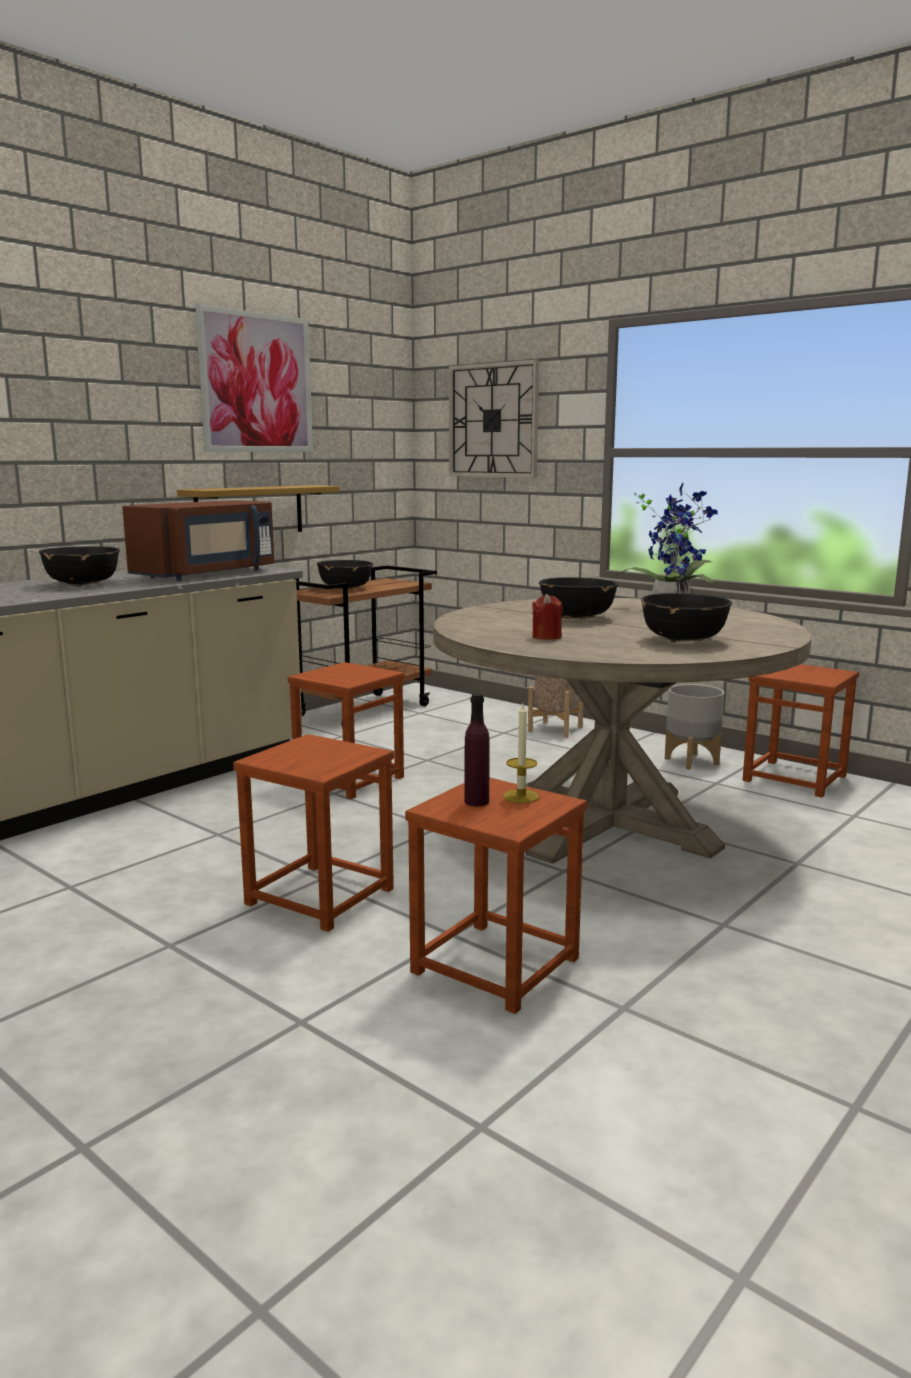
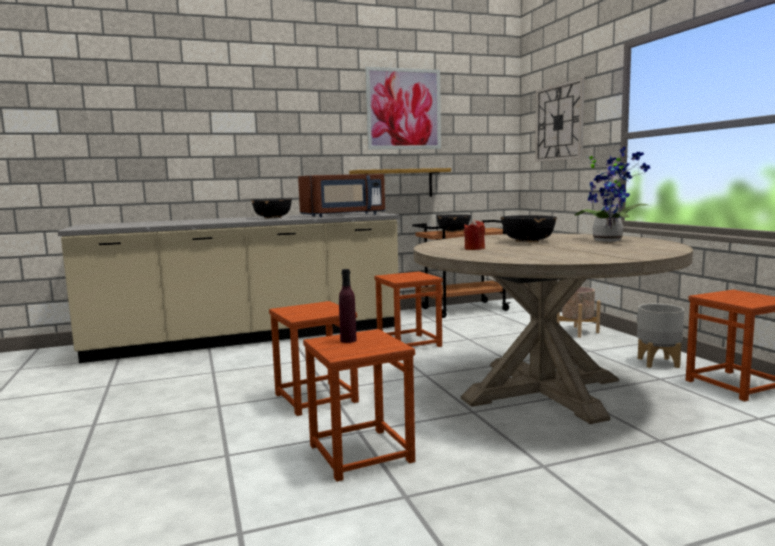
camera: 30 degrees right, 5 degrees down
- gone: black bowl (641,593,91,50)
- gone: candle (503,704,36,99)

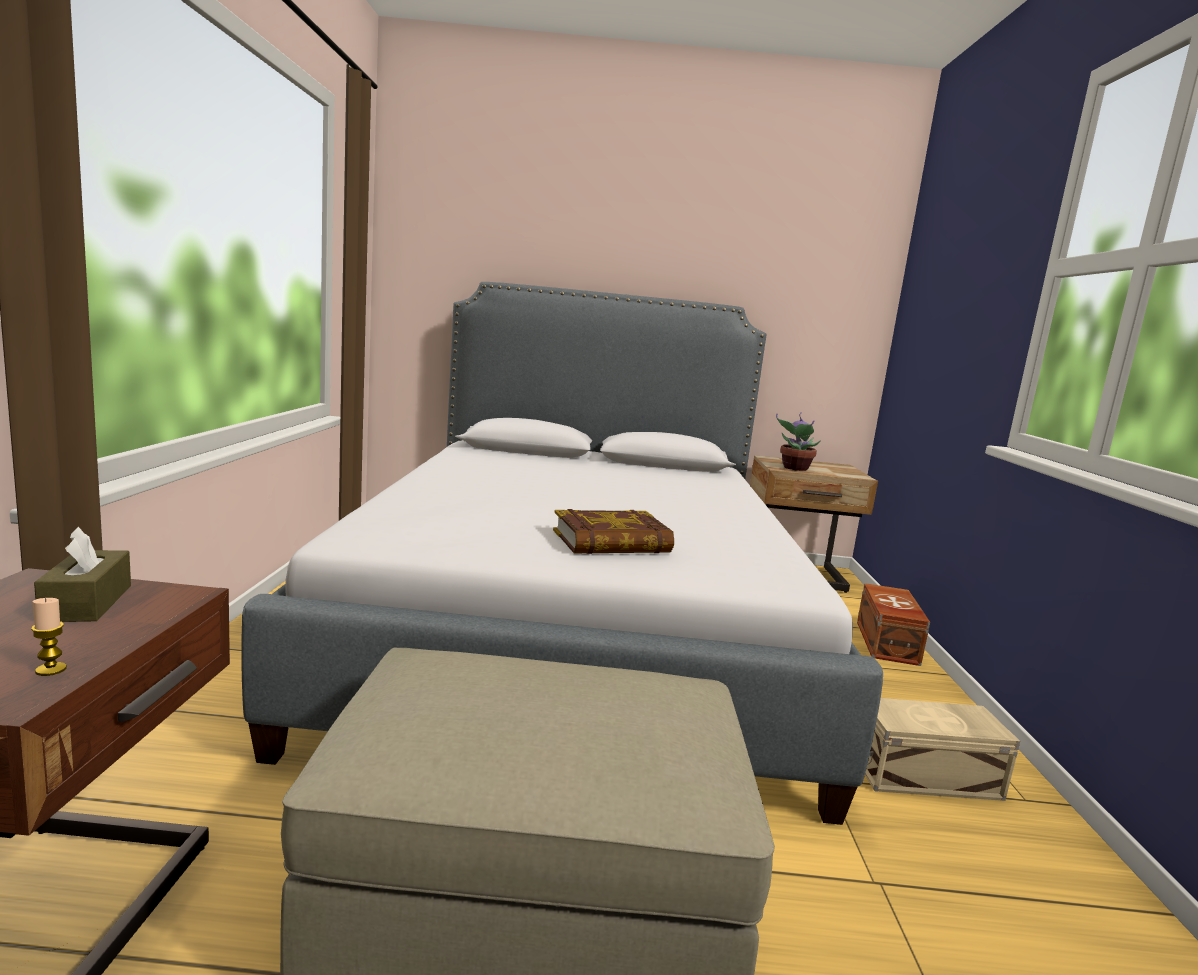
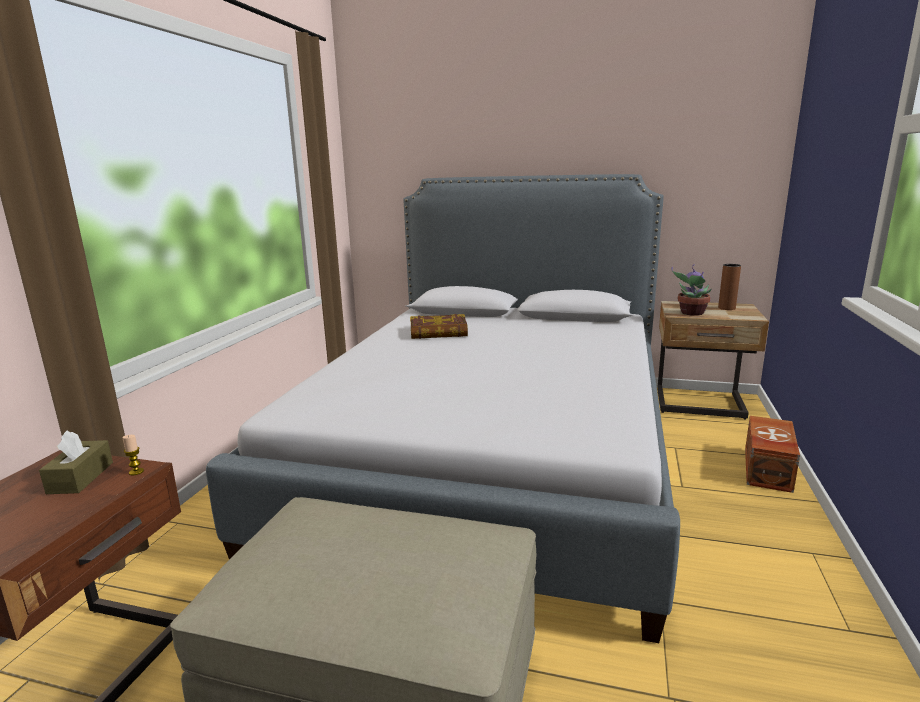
camera: 15 degrees right, 5 degrees up
- shifted: book (553,509,121,45) to (410,314,58,25)
- shifted: candle (31,598,36,78) to (122,435,22,40)
- gone: beige storage box (865,698,155,103)
- new: brown vase (718,264,23,46)

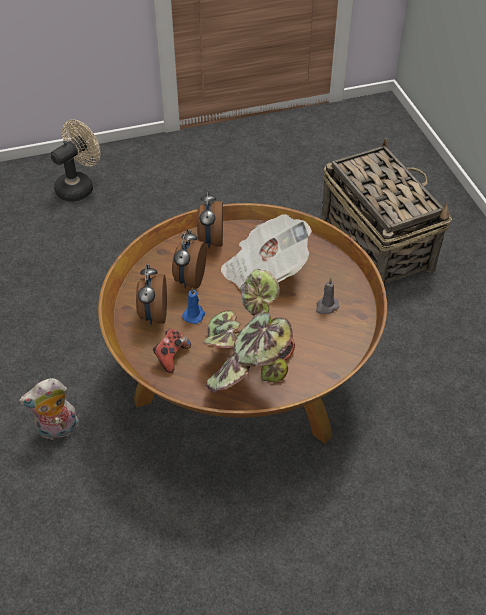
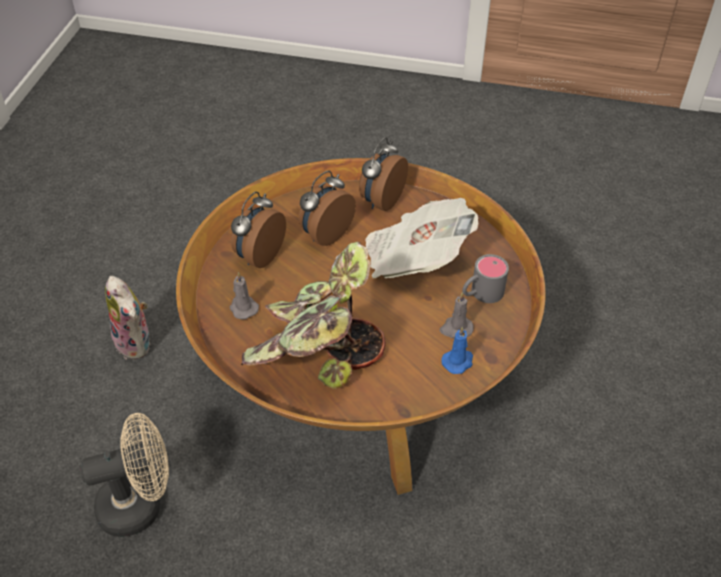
camera: 30 degrees right, 0 degrees up
- shifted: beige fan (51,119,50,83) to (80,413,89,124)
- gone: basket (321,138,131,146)
- shifted: blue candle (182,287,23,37) to (442,326,31,48)
- swapped: game controller (153,329,38,44) to grey candle (229,272,30,47)
- rotated: plush toy (19,378,60,62) = (105,276,45,83) 135 degrees counterclockwise
- new: grey mug (462,254,47,49)

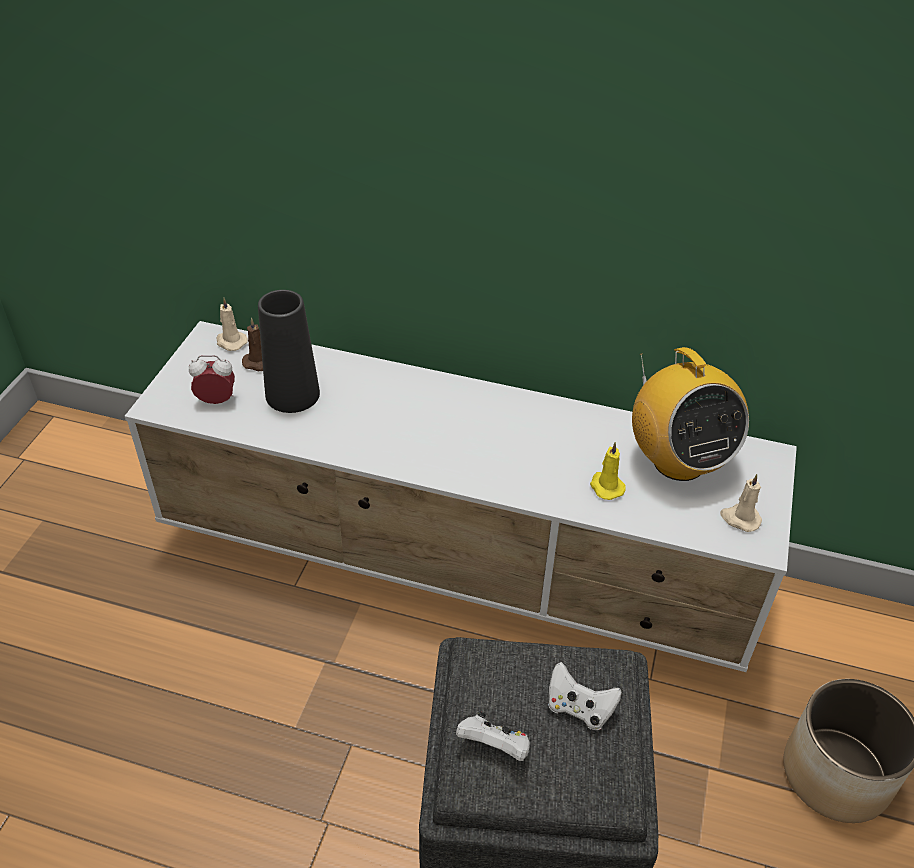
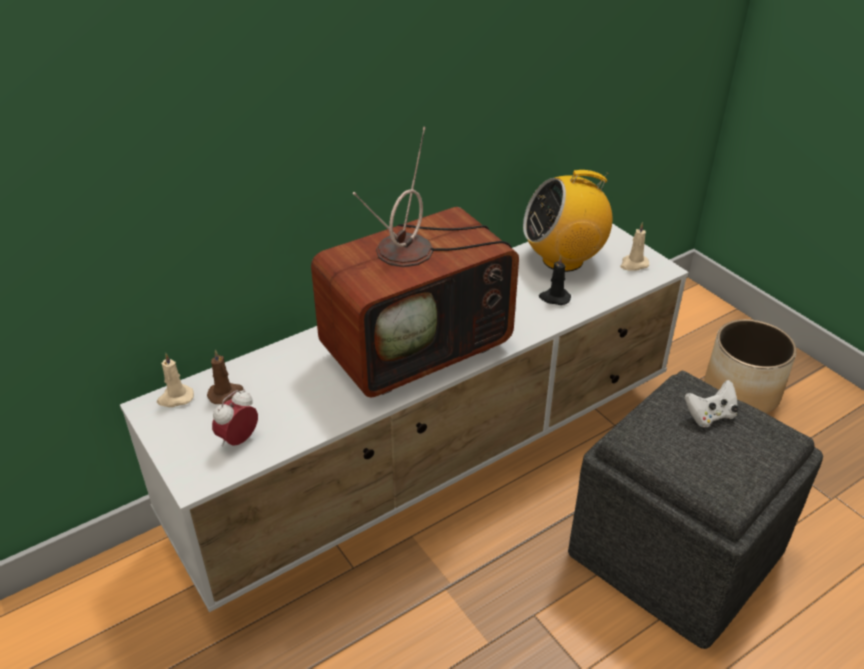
camera: 50 degrees left, 5 degrees down
- gone: black vase (258,290,62,123)
- rotated: radio (632,347,117,134) = (523,170,89,102) 150 degrees clockwise
- repainted: yellow candle (590,442,36,58) to black candle (539,255,32,50)
- gone: white game controller (456,711,74,50)
- new: television (311,127,208,271)

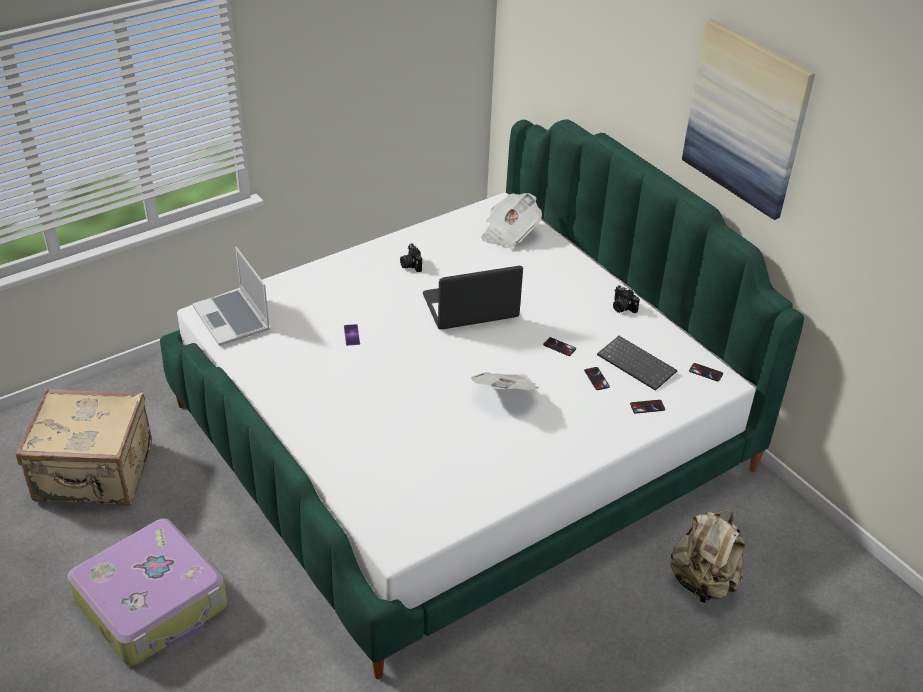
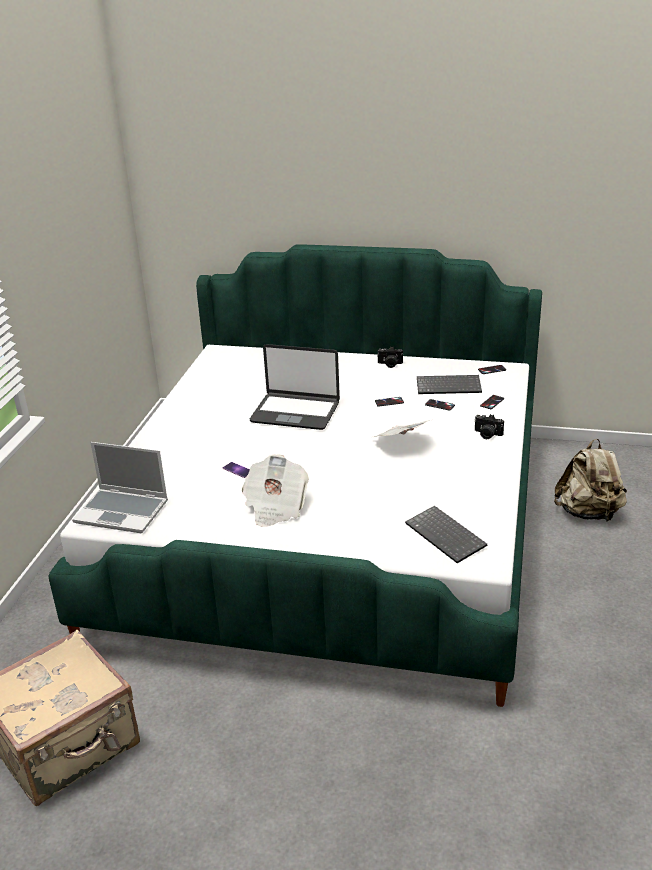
camera: 40 degrees left, 10 degrees down
- gone: picture (682,19,133,201)
- shifted: newspaper (481,193,61,55) to (242,454,67,73)
- shifted: photo camera (400,243,22,29) to (474,414,30,25)
- rotated: laptop (423,266,100,64) = (250,344,90,86) 105 degrees counterclockwise
- gone: suitcase (67,519,160,147)
- new: keyboard (405,506,82,57)

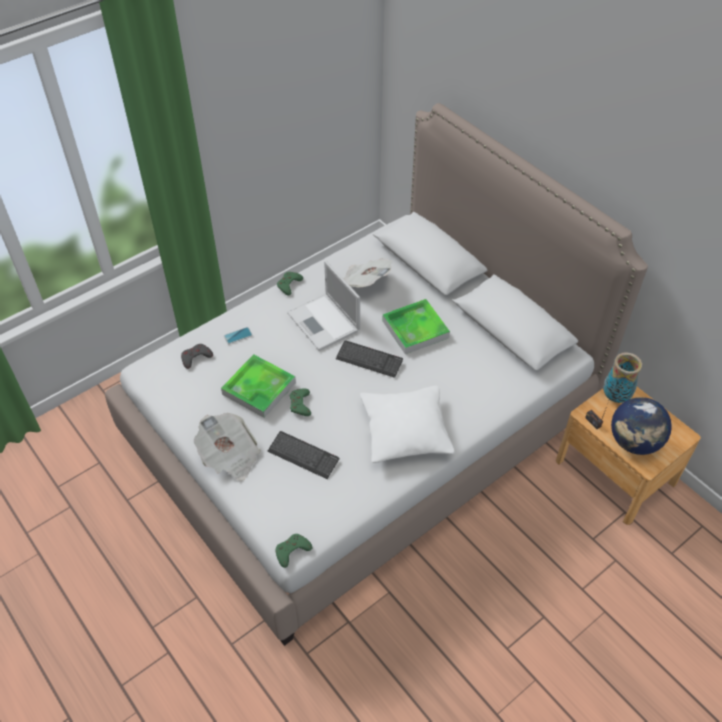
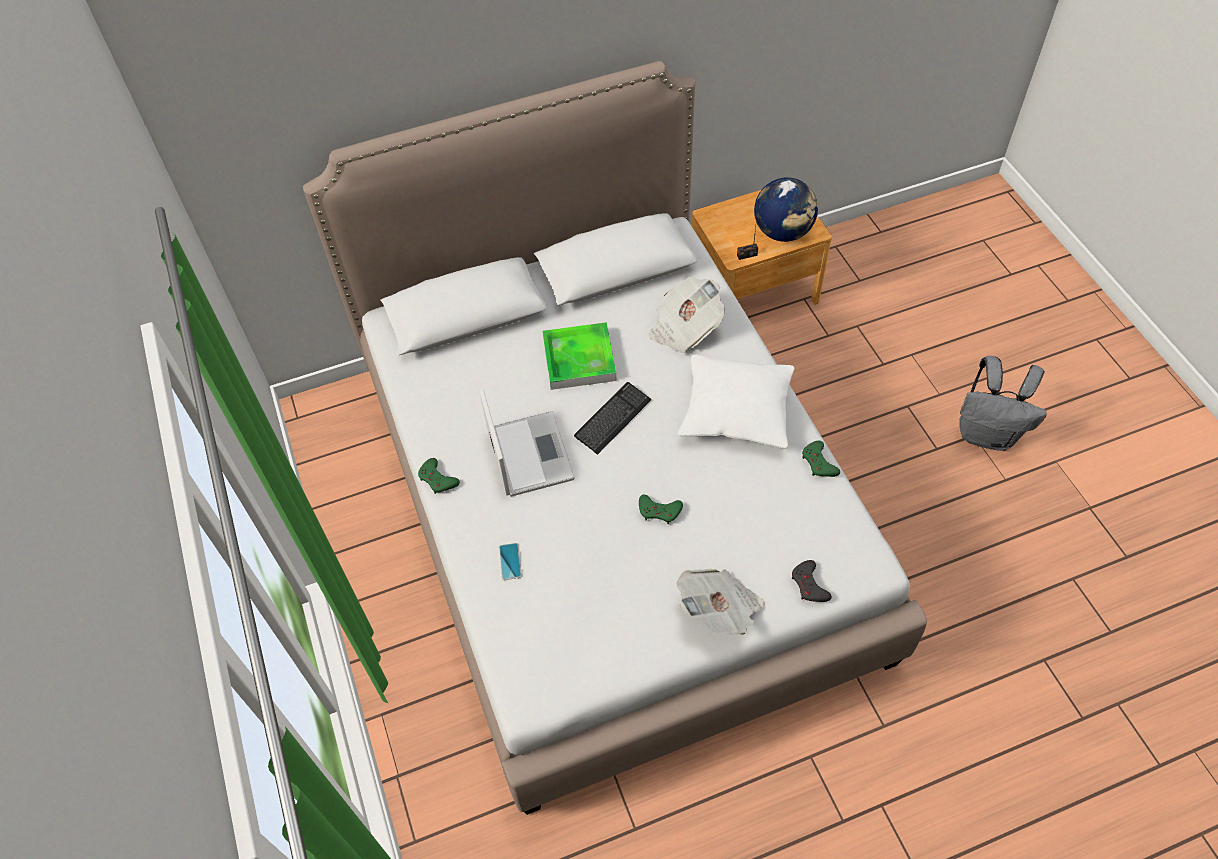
camera: 70 degrees left, 5 degrees up
- shifted: newspaper (344,258,49,29) to (649,277,76,76)
- rotated: laptop (287,261,73,90) = (479,388,96,109) 90 degrees counterclockwise
- shifted: grey game controller (181,344,32,25) to (792,560,40,42)
- gone: vase (603,352,39,51)
- gone: tray (221,354,75,64)
- gone: keyboard (268,431,71,48)
- shifted: green game controller (275,534,37,34) to (802,441,38,36)
- new: grey backpack (959,356,88,95)

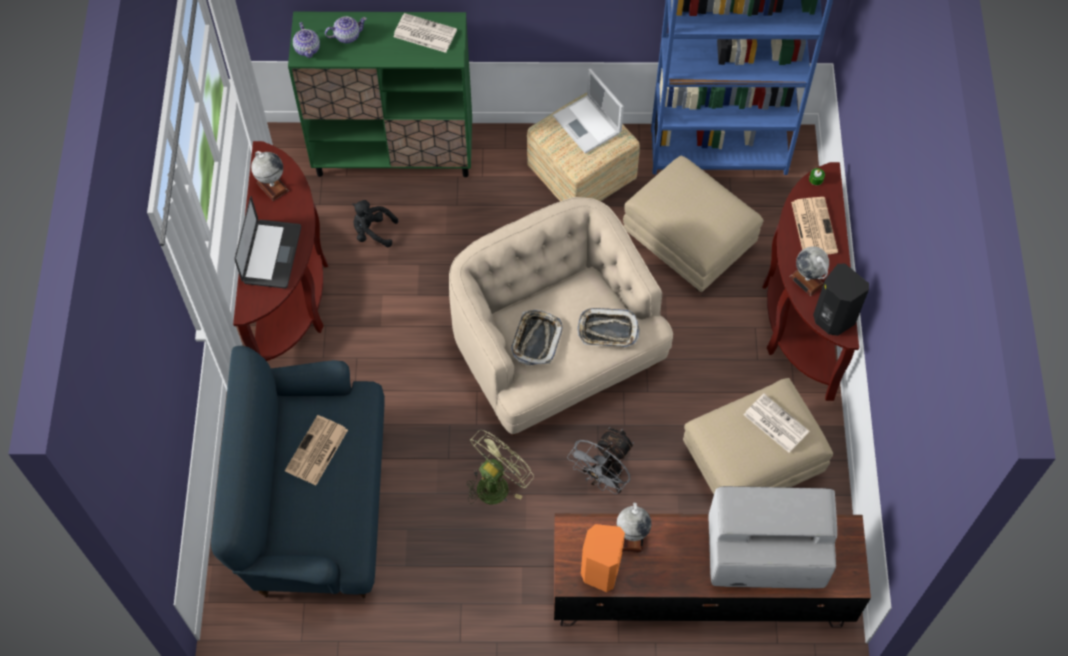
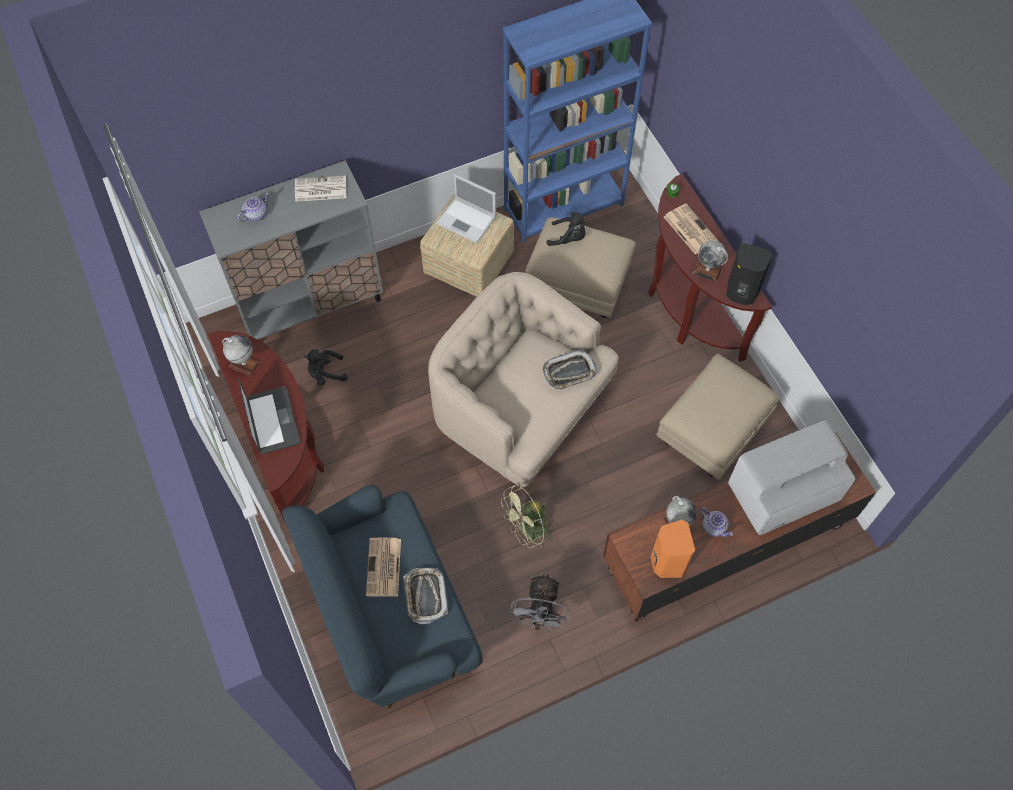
camera: 25 degrees left, 0 degrees up
- repainted: green cabinet (288,12,184,165) to grey cabinet (199,160,184,180)
- shifted: teapot (293,22,27,36) to (700,507,33,30)
- shifted: tray (511,310,52,55) to (403,568,45,56)
- gone: newspaper (744,394,65,59)
- shifted: grey fan (567,427,67,67) to (509,574,62,58)
- rotated: green fan (467,430,67,75) = (501,485,56,63) 135 degrees counterclockwise
- new: black plush toy (547,212,39,34)

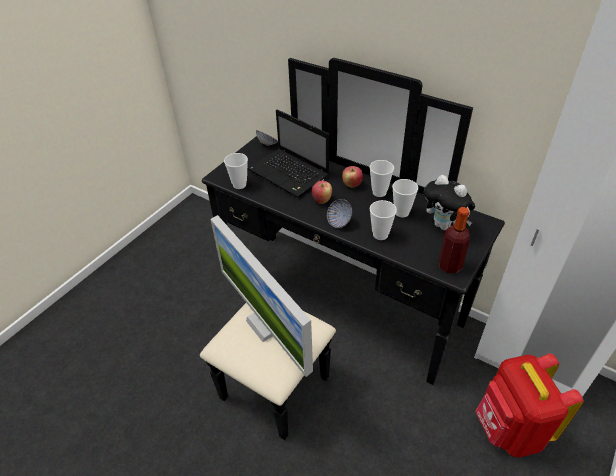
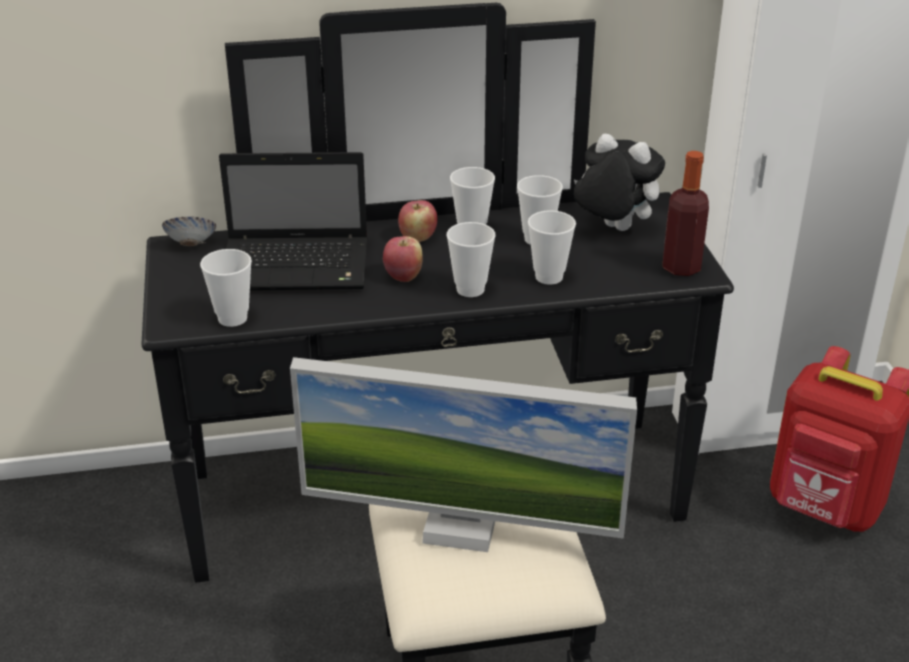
camera: 45 degrees left, 10 degrees down
- rotated: plush toy (424,175,51,56) = (574,134,91,97) 150 degrees counterclockwise
- swapped: bowl (327,199,25,29) to cup (447,222,48,75)

